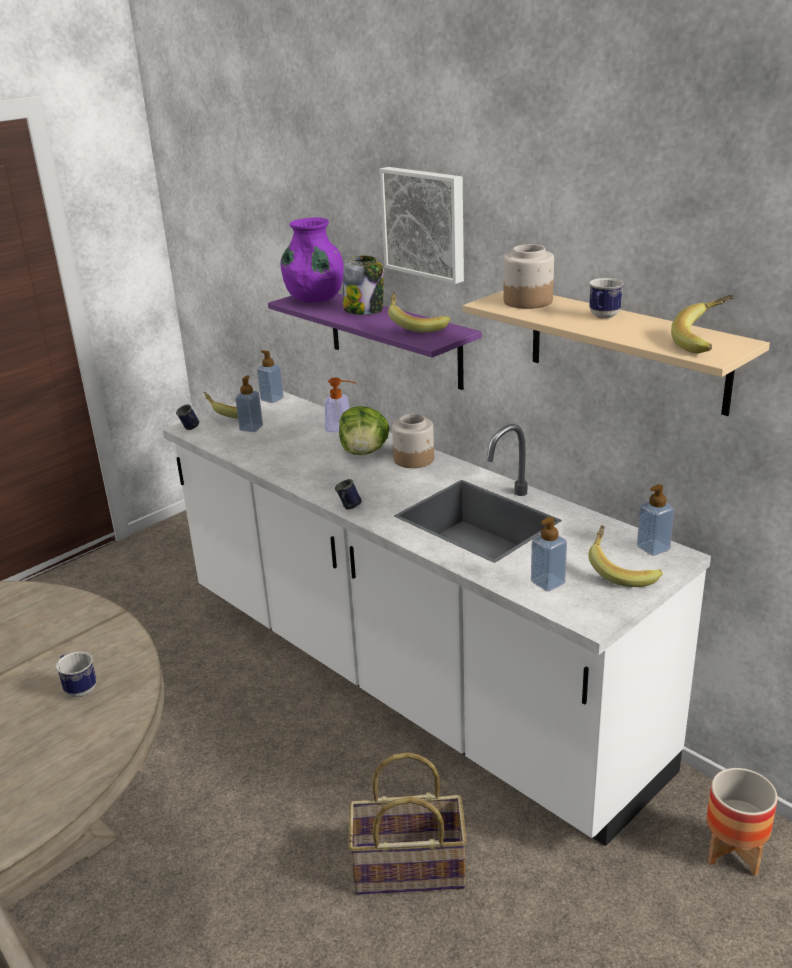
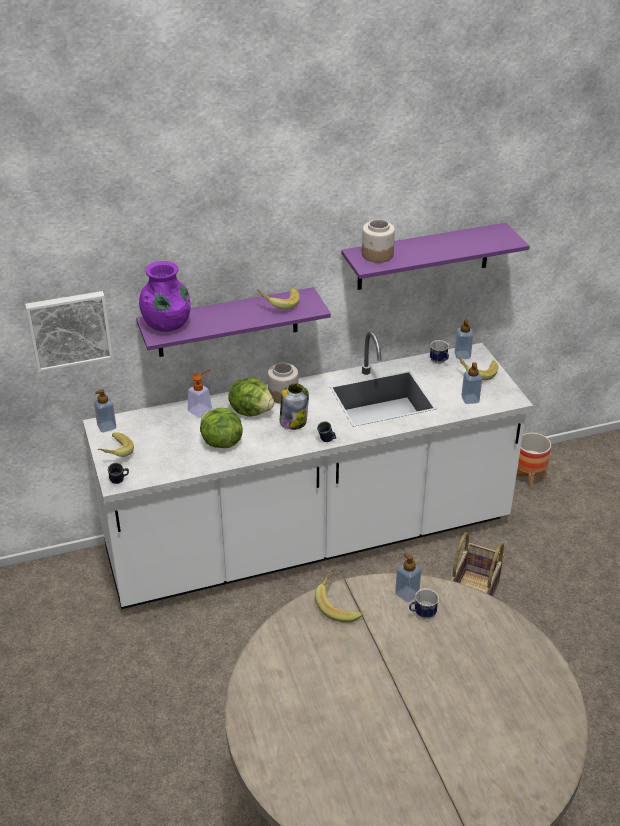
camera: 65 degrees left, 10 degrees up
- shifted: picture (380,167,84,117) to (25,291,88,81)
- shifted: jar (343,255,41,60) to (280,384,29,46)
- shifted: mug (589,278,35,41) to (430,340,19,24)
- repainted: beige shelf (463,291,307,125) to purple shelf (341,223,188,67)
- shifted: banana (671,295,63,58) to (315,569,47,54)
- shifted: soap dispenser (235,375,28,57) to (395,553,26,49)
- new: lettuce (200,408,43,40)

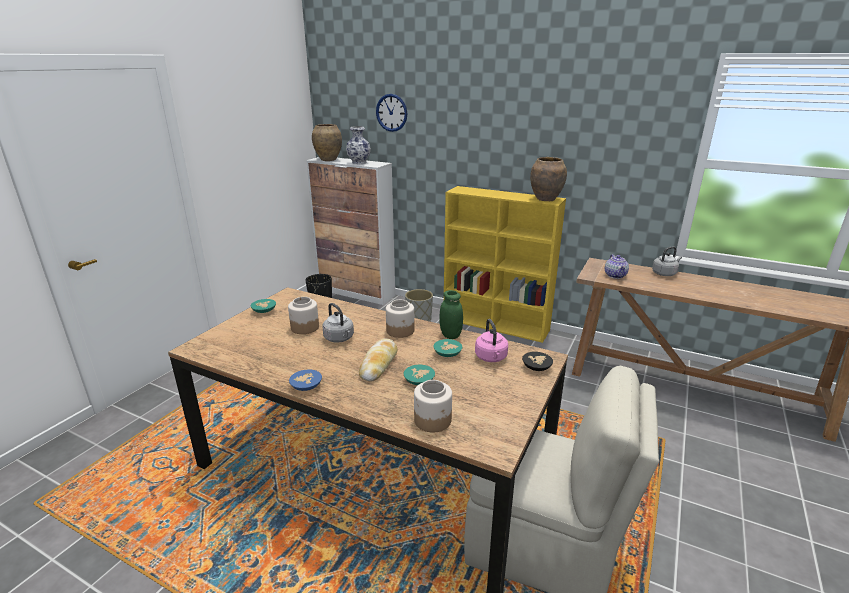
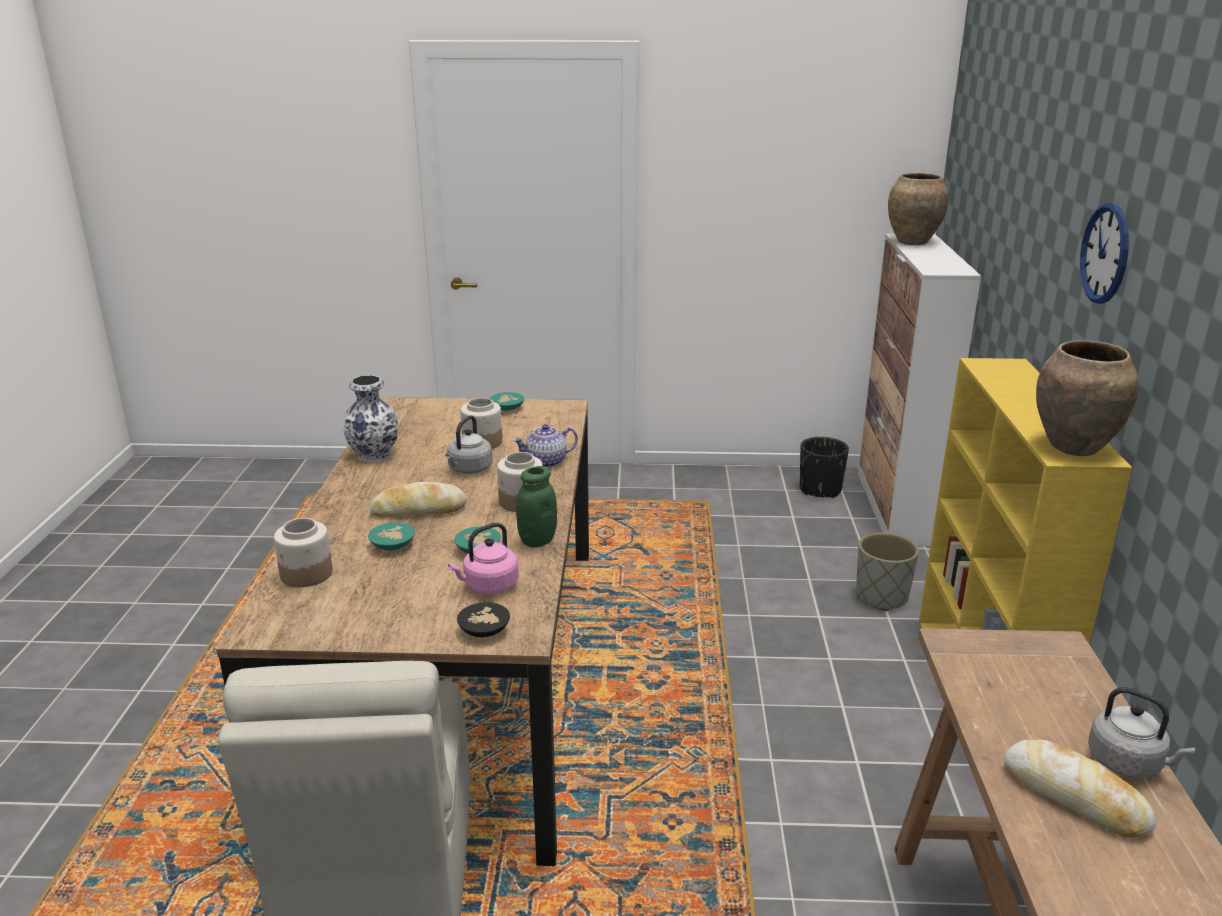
camera: 65 degrees right, 0 degrees up
- shifted: wall clock (376,94,31,38) to (1080,203,49,101)
- shifted: vase (346,126,25,38) to (344,375,54,88)
- shifted: teapot (605,254,24,25) to (513,424,65,44)
- gone: blue bowl (289,369,33,22)
- new: bread (1004,740,152,98)

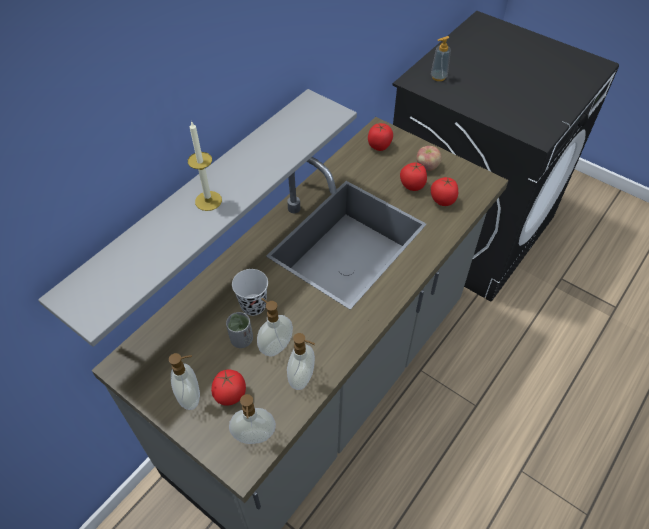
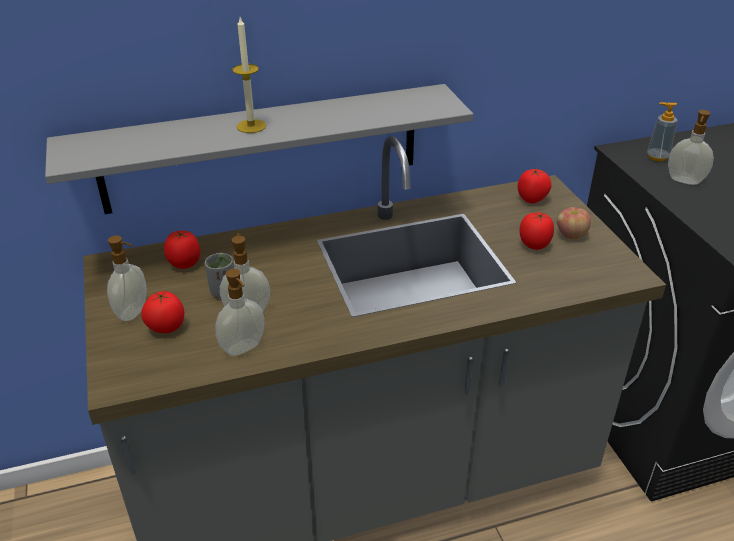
camera: 35 degrees right, 15 degrees down
- shifted: tomato (431,177,27,29) to (164,231,36,38)
- gone: black cup (232,269,36,47)
- shifted: soap dispenser (229,394,47,50) to (668,110,46,75)

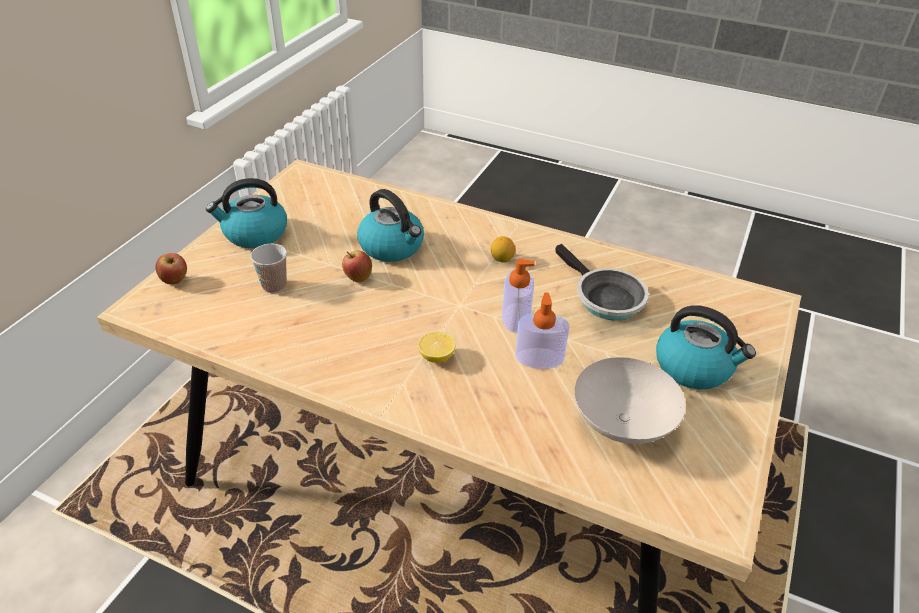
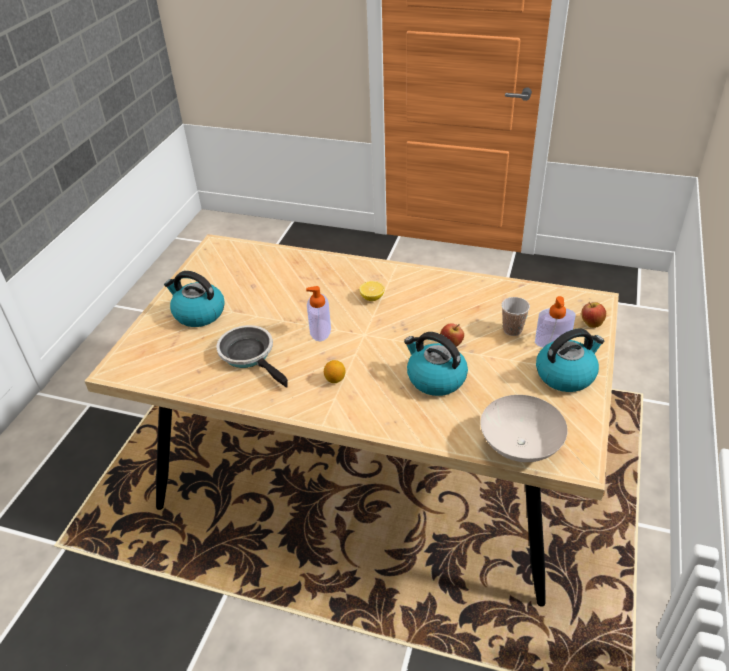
camera: 175 degrees right, 0 degrees up
- shifted: soap dispenser (515,292,55,77) to (535,296,41,52)
- shifted: white bowl (574,357,112,87) to (481,395,87,67)

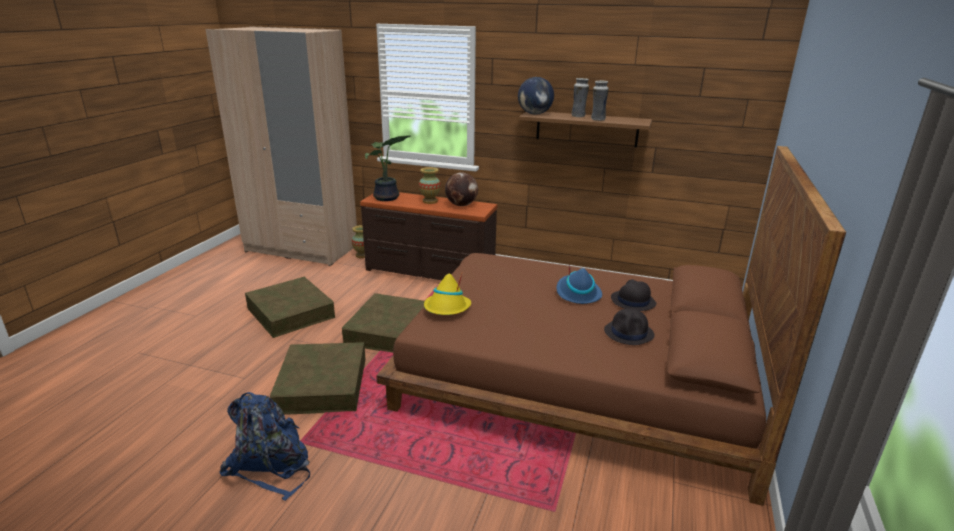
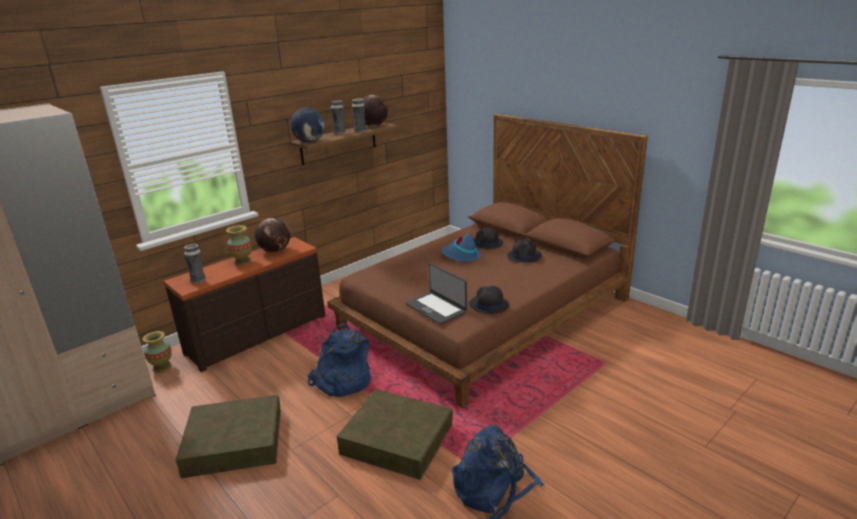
camera: 60 degrees left, 0 degrees up
- swapped: potted plant (365,135,46,66) to vase (184,244,22,40)
- swapped: yellow hat (424,274,47,41) to laptop (405,263,62,62)
- swapped: brown storage box (342,293,83,60) to blue backpack (307,323,64,74)
- new: globe (362,95,26,32)
- new: black hat (469,286,40,28)

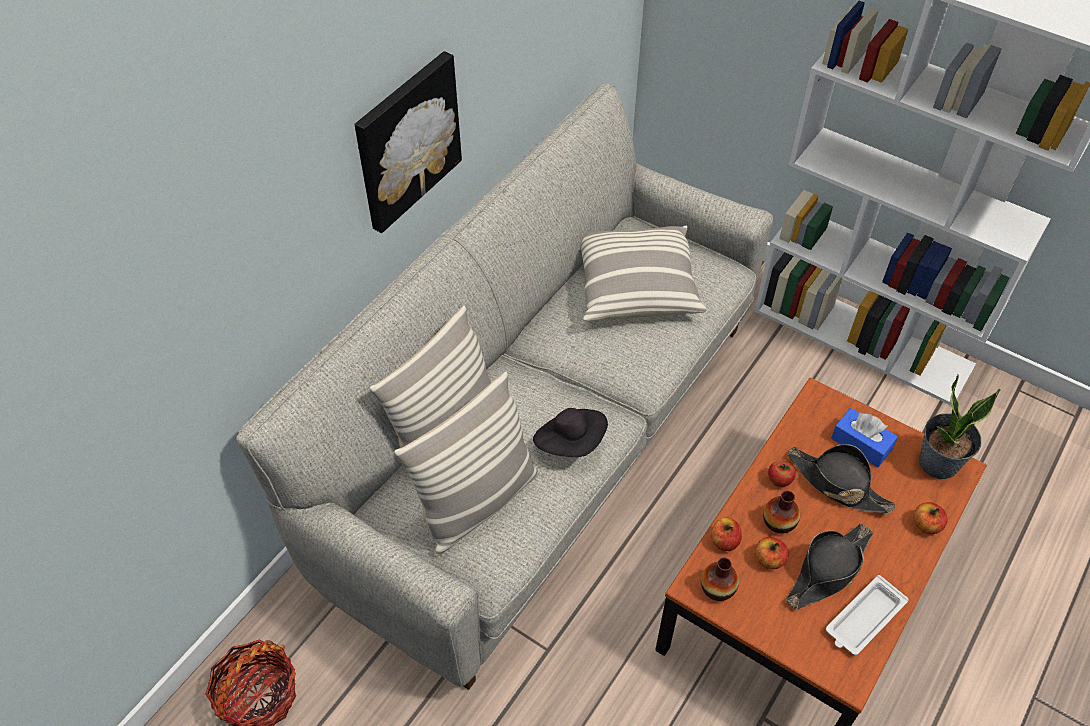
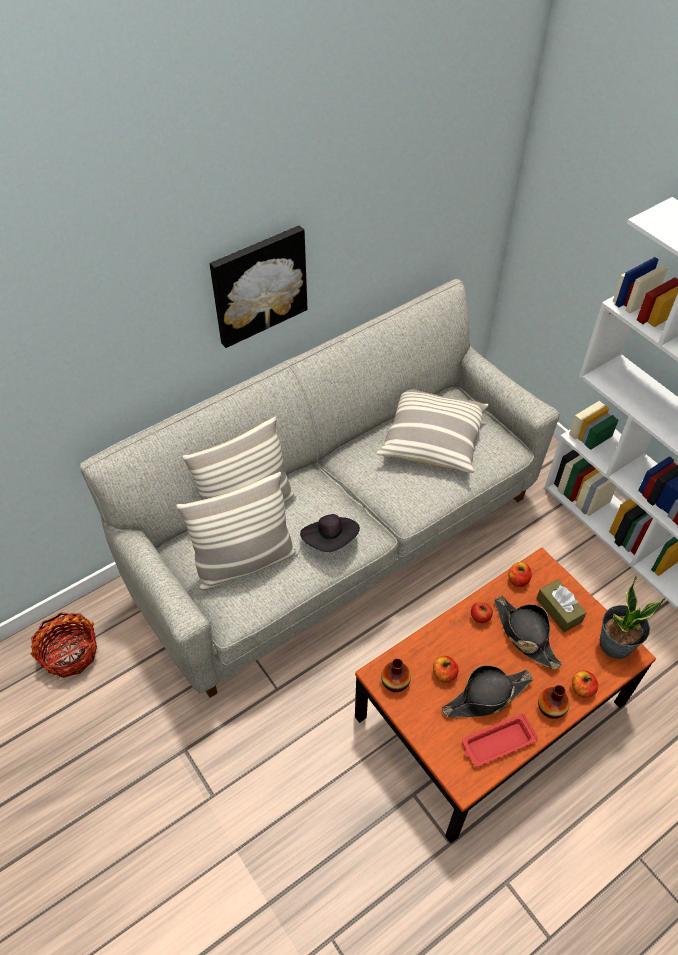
camera: 20 degrees right, 0 degrees up
- repainted: blue tissue box (831,408,67,59) to brown tissue box (536,579,50,53)
- shifted: vase (763,491,37,43) to (538,685,31,34)
- shifted: apple (711,517,31,34) to (508,562,24,25)
- repainted: white tray (826,575,83,80) to red tray (462,713,76,54)

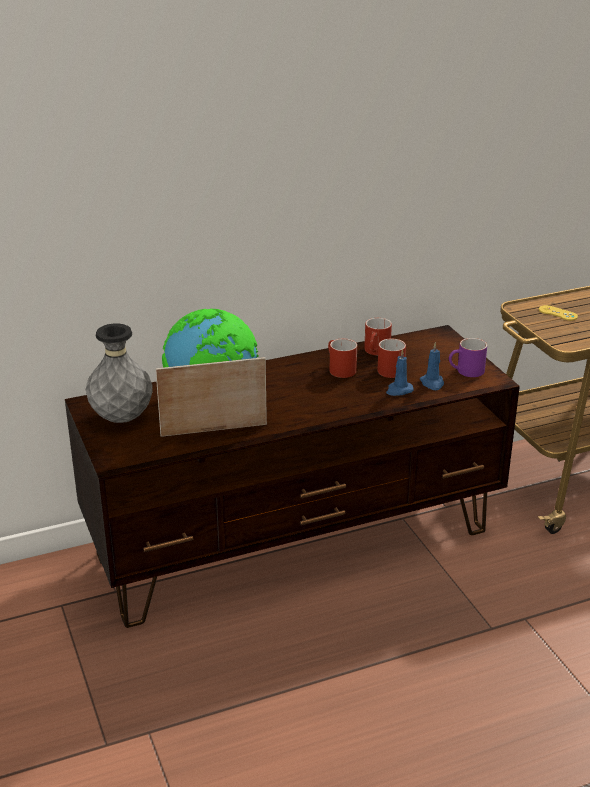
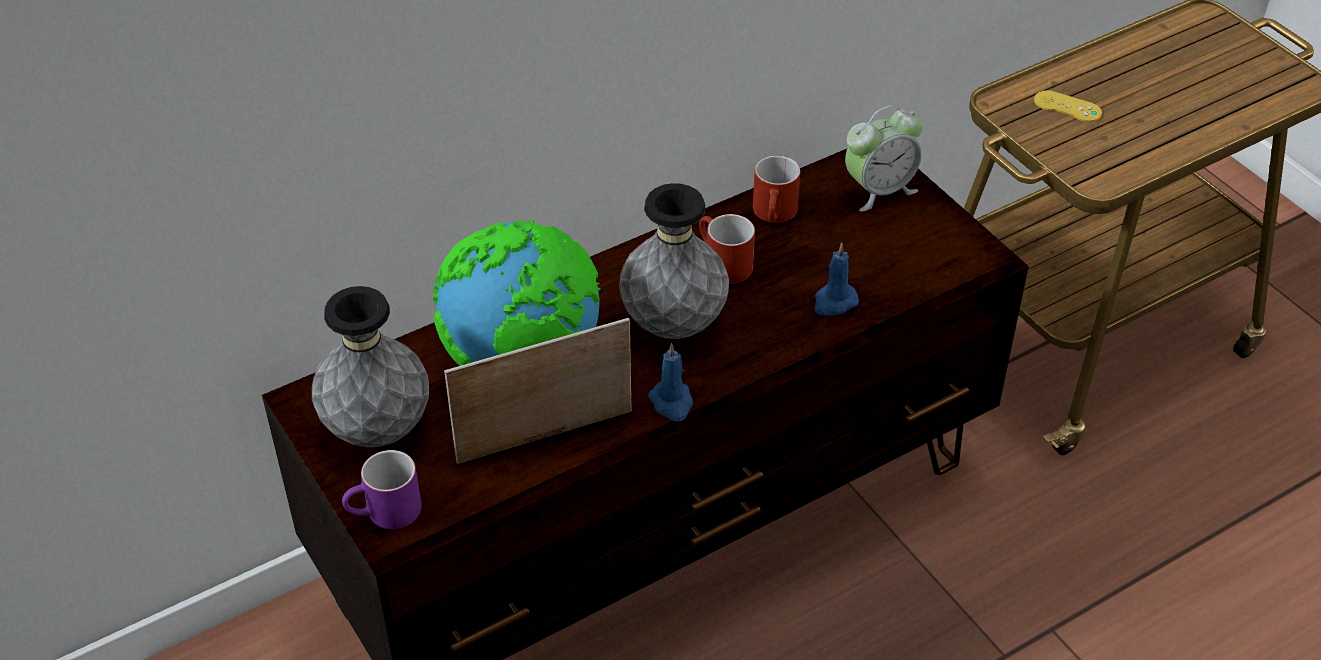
camera: 10 degrees left, 15 degrees up
- shifted: purple mug (449,338,38,39) to (342,450,80,79)
- gone: red mug (378,339,28,39)
- shifted: blue candle (420,342,24,48) to (648,343,45,79)
- new: alarm clock (845,105,78,107)
- new: grey vase (619,183,110,156)

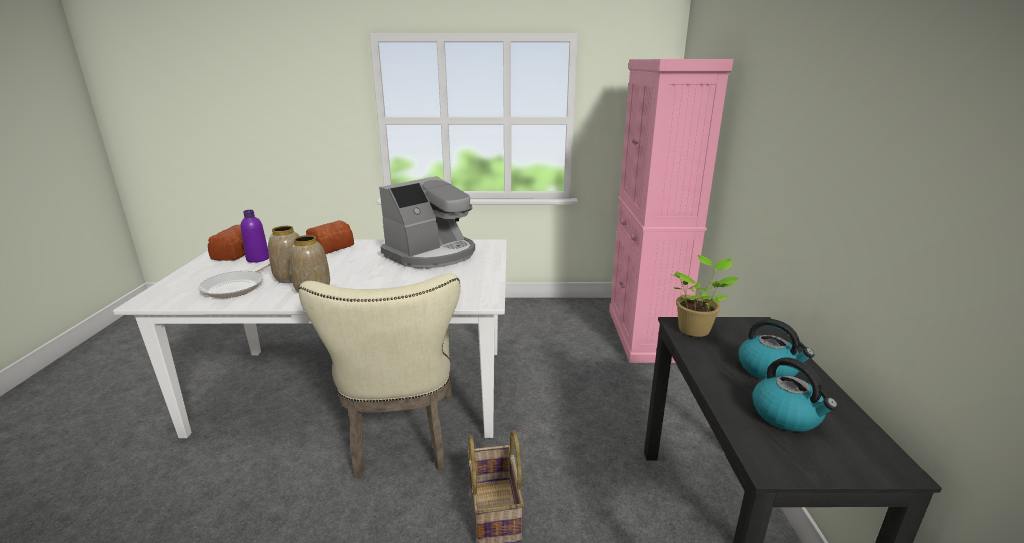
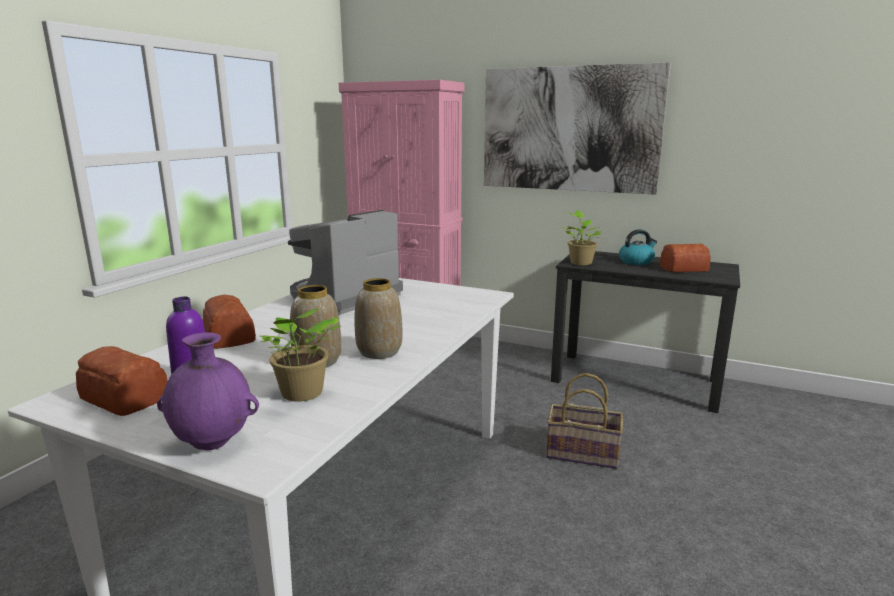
camera: 65 degrees left, 5 degrees down
- rotated: coffee machine (379,176,96,93) = (288,210,115,104) 120 degrees counterclockwise
- swapped: frying pan (198,263,72,35) to potted plant (259,308,82,93)
- gone: beige chair (298,273,162,206)
- swapped: kettle (753,357,85,75) to bread (660,244,50,28)
- new: picture (484,62,187,133)
- new: purple vase (157,332,102,118)

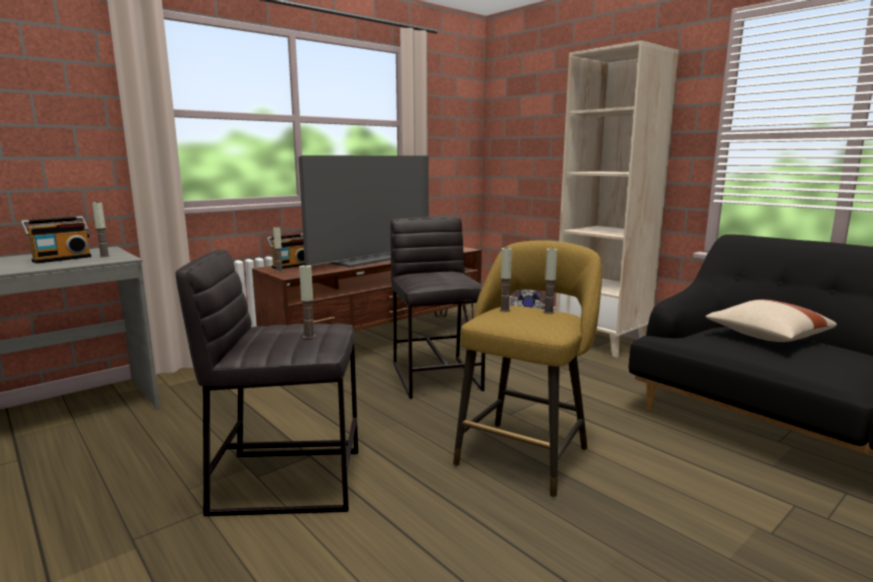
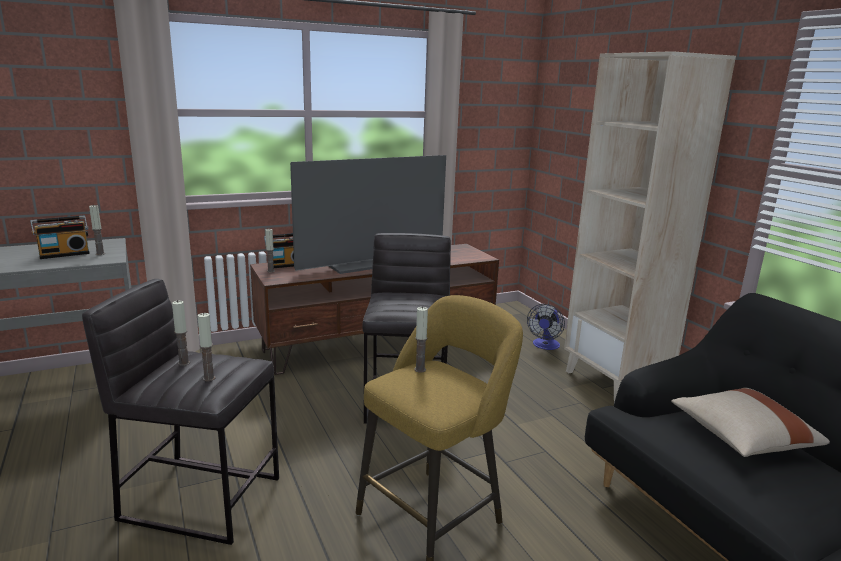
camera: 15 degrees right, 5 degrees up
- shifted: candle (543,249,14,65) to (172,300,18,66)

